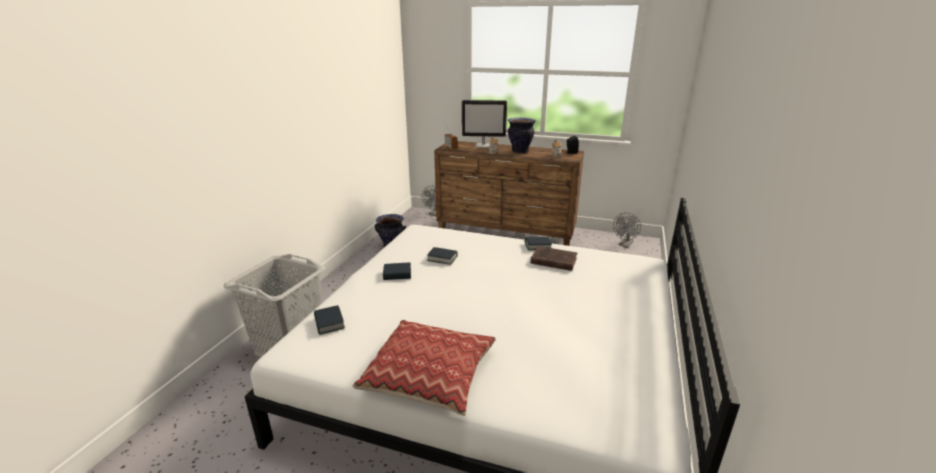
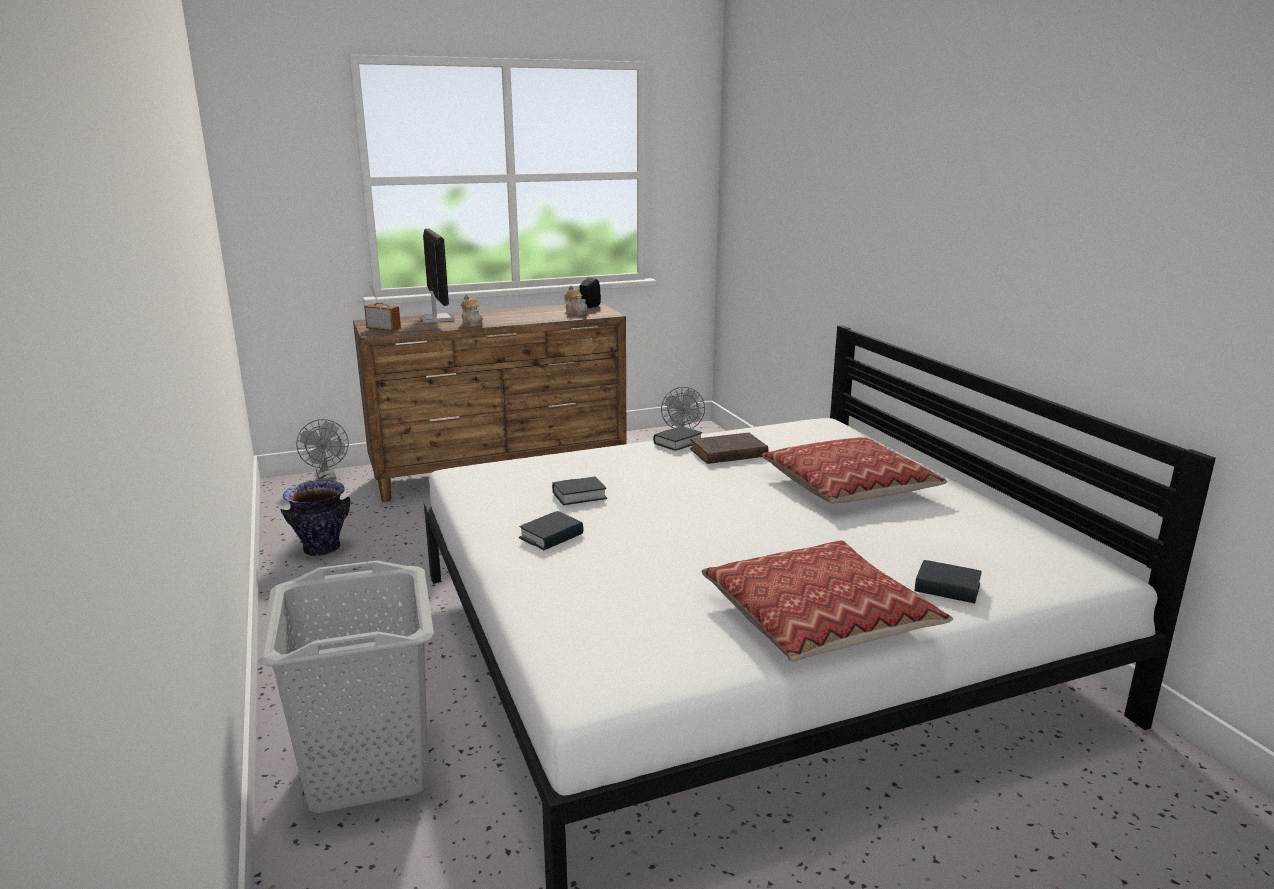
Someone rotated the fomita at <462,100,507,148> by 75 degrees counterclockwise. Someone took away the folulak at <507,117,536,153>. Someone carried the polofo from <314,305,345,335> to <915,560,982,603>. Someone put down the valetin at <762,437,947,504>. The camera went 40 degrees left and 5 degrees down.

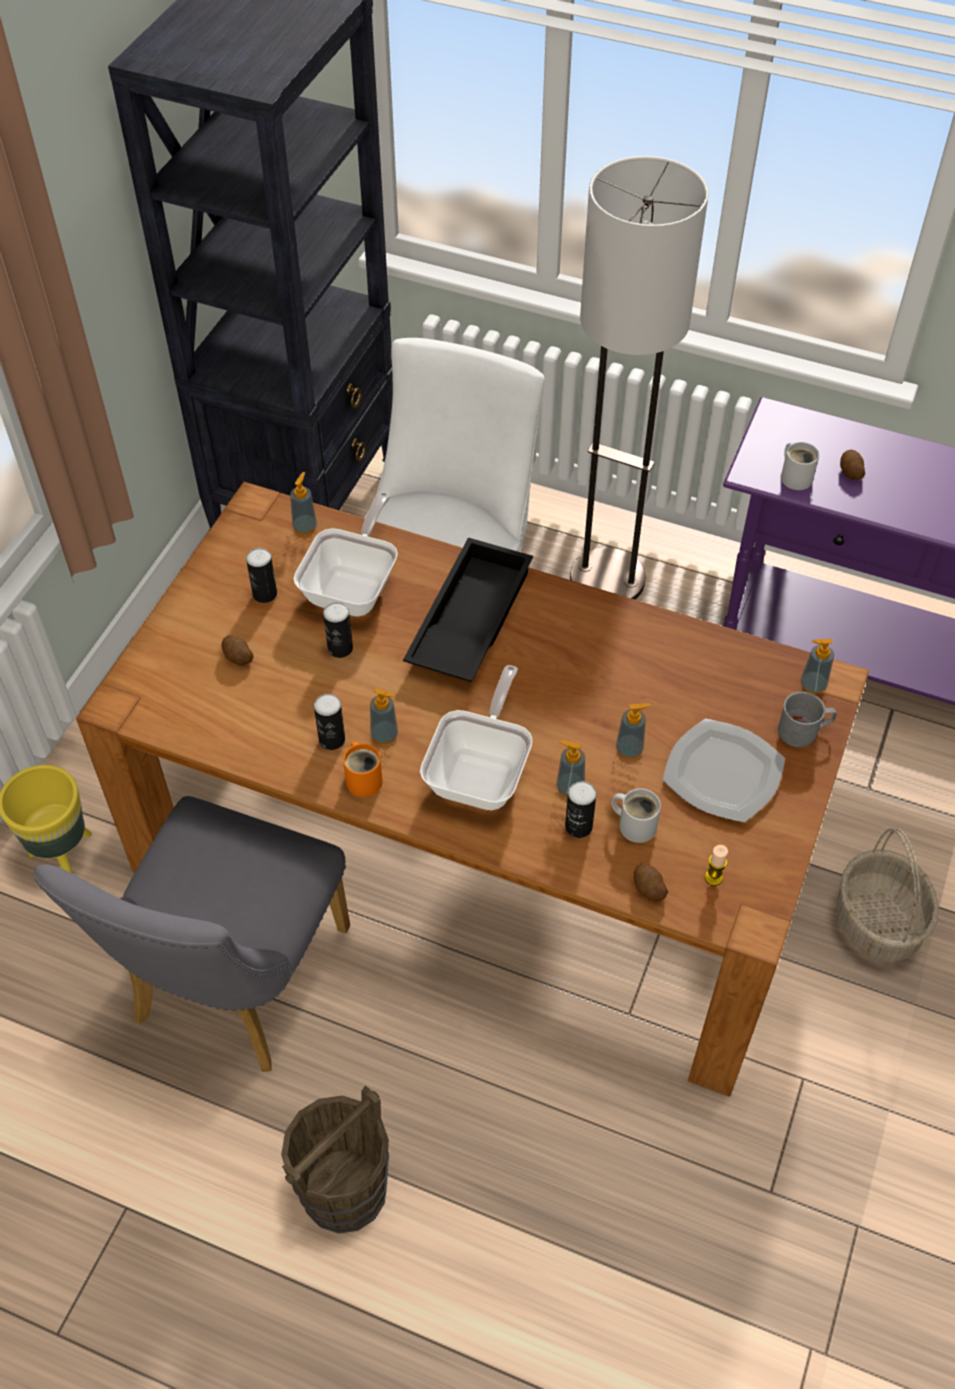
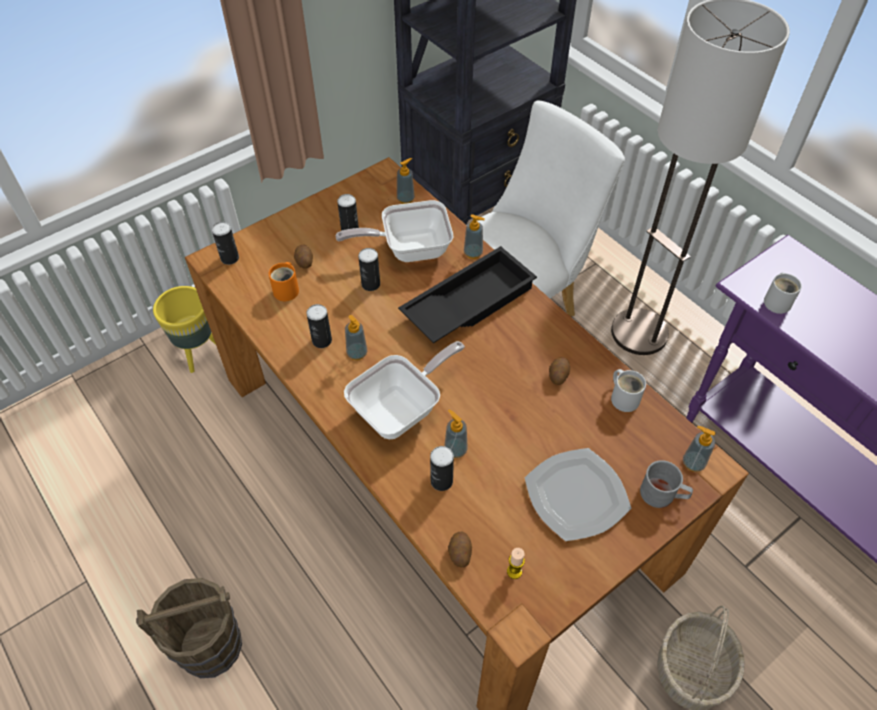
Someone carried the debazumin from <840,450,865,480> to <549,357,570,385>. Someone rotated the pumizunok at <293,492,398,617> by 150 degrees counterclockwise. Someone carried the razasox from <616,703,651,759> to <464,214,485,259>. Someone carried the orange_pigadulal from <343,741,383,797> to <269,262,299,301>. Someone carried the white_pigadulal from <611,788,661,843> to <611,369,646,412>. Someone took away the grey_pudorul at <34,796,350,1072>. Someone put down the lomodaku at <212,222,239,265>. The camera went 30 degrees right and 0 degrees up.

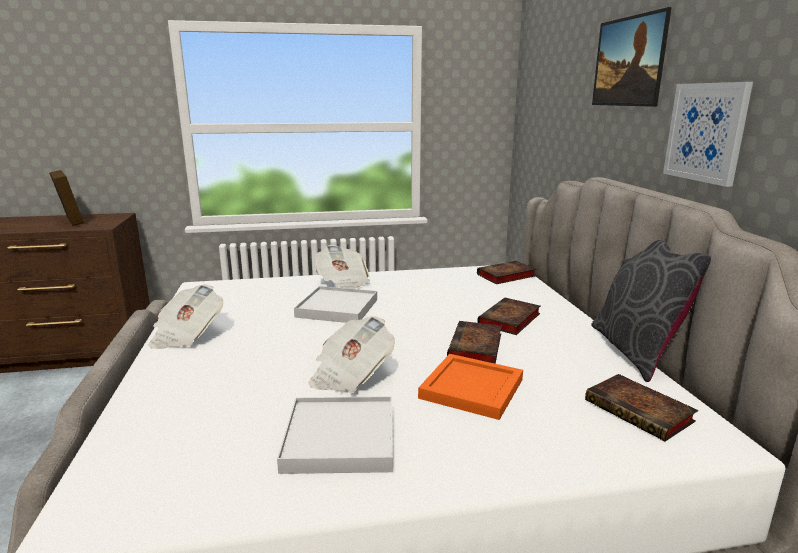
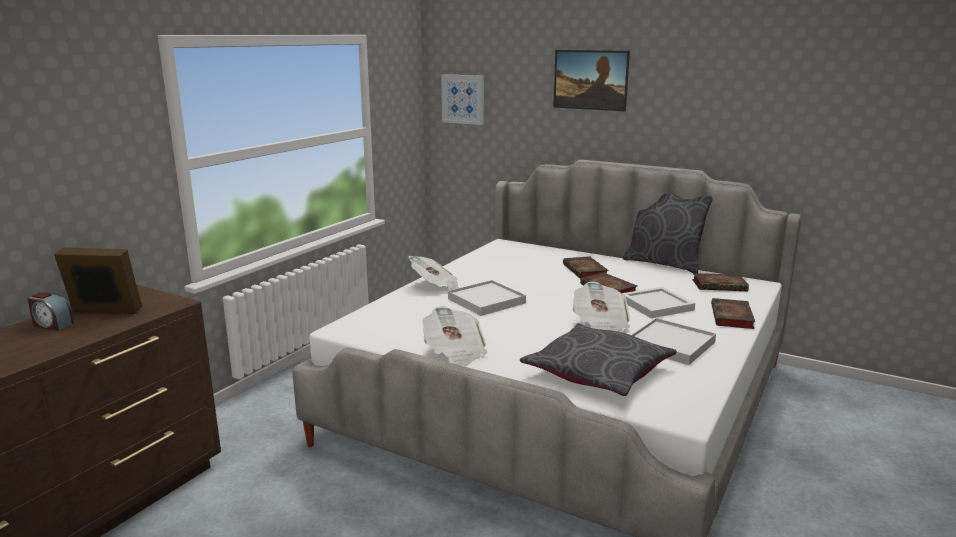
Someone carried the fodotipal from <663,82,753,187> to <441,74,484,125>. Someone carried the polofo from <477,261,537,284> to <711,298,755,329>. Someone repainted the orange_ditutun at <418,354,523,420>, which became the white_ditutun at <622,287,695,318>. Someone put down the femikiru at <27,292,73,331>. Someone put down the grey_valetin at <520,324,677,396>. The camera went 50 degrees left and 0 degrees up.

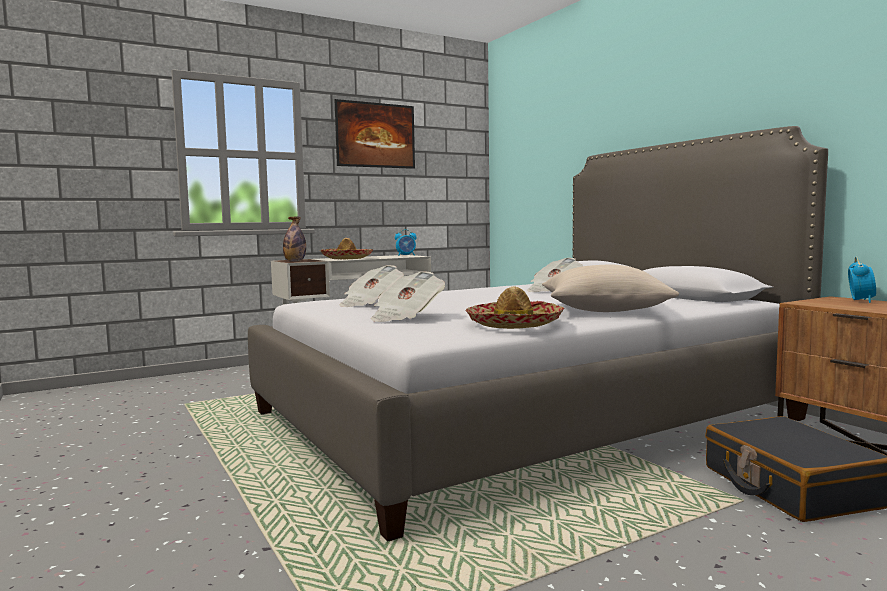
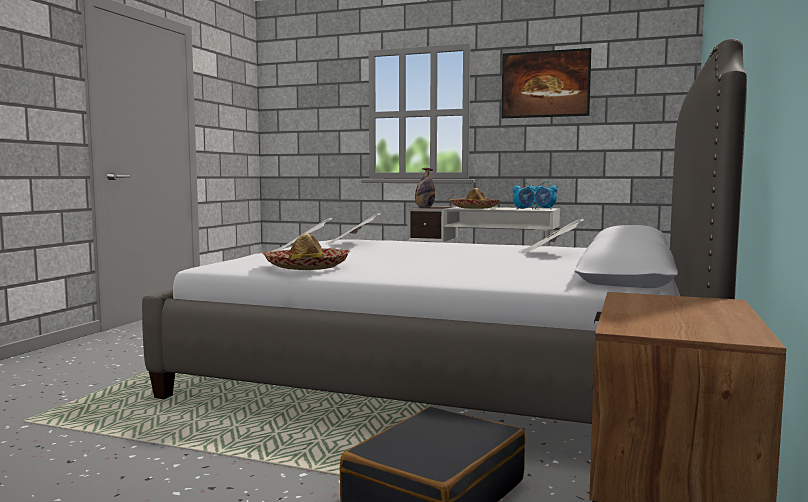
Someone carried the femikiru from <848,257,876,303> to <513,181,535,210>. Someone took away the beige_valetin at <542,265,679,312>. The camera went 50 degrees right and 0 degrees up.

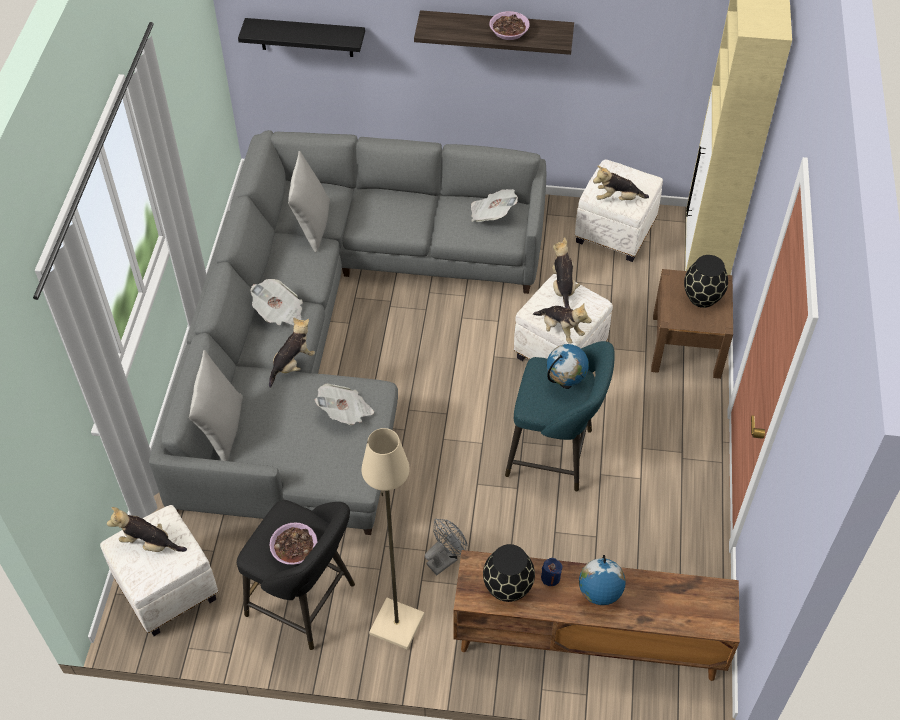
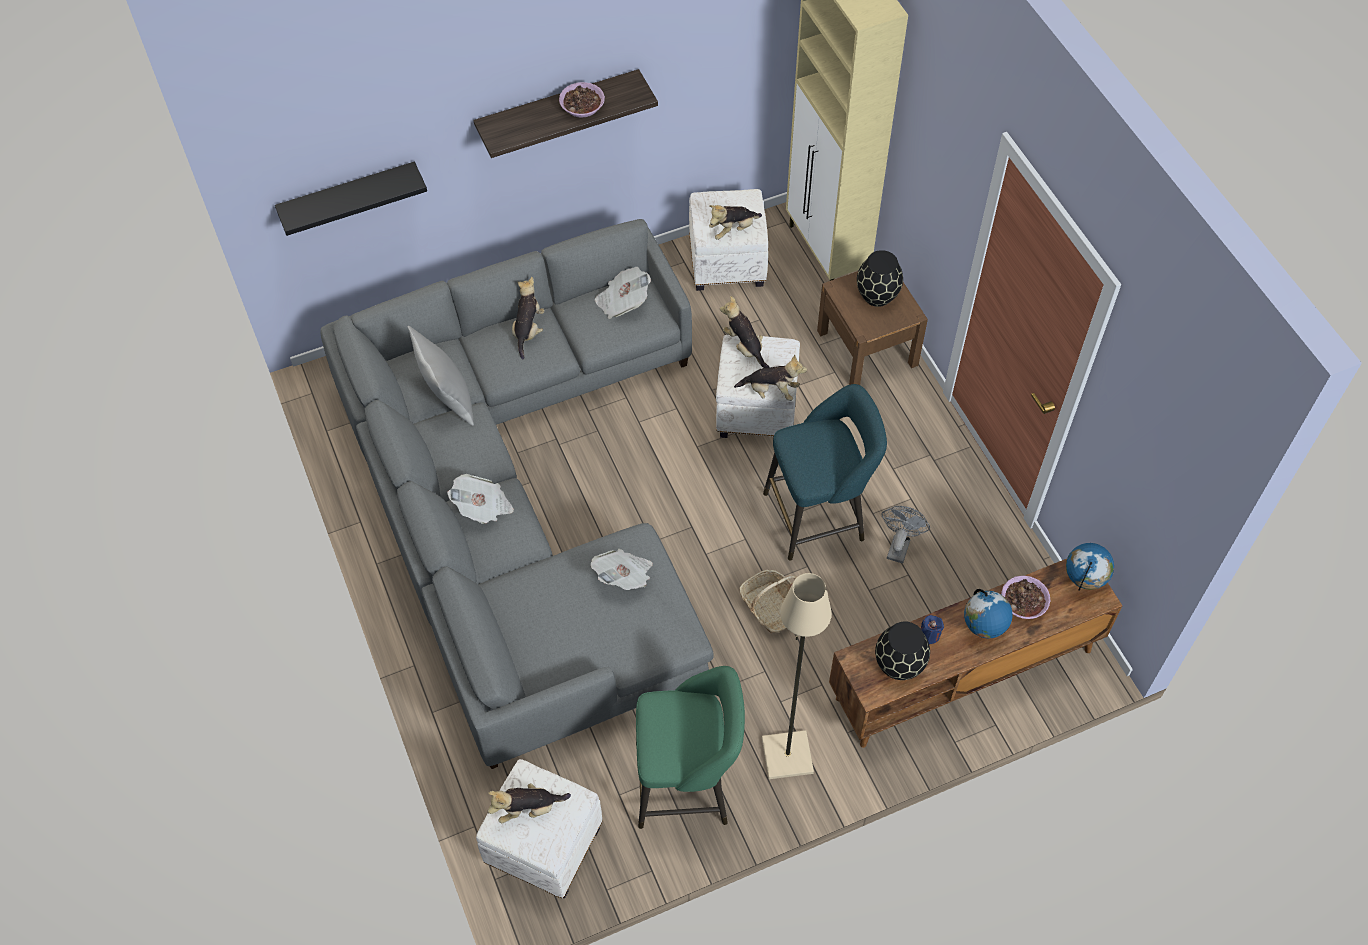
Someone carried the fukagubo from <269,317,315,388> to <512,277,545,359>. Someone carried the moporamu from <547,344,589,389> to <1066,543,1114,591>. Someone took away the grey_valetin at <189,350,243,461>. Someone repainted the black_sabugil at <237,500,355,650>, which became the green_sabugil at <636,666,745,829>. Someone carried the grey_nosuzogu from <425,519,468,575> to <881,506,930,563>. Someone carried the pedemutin from <269,523,317,565> to <1001,575,1050,619>. Someone put down the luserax at <739,570,797,633>. The camera went 30 degrees left and 5 degrees up.

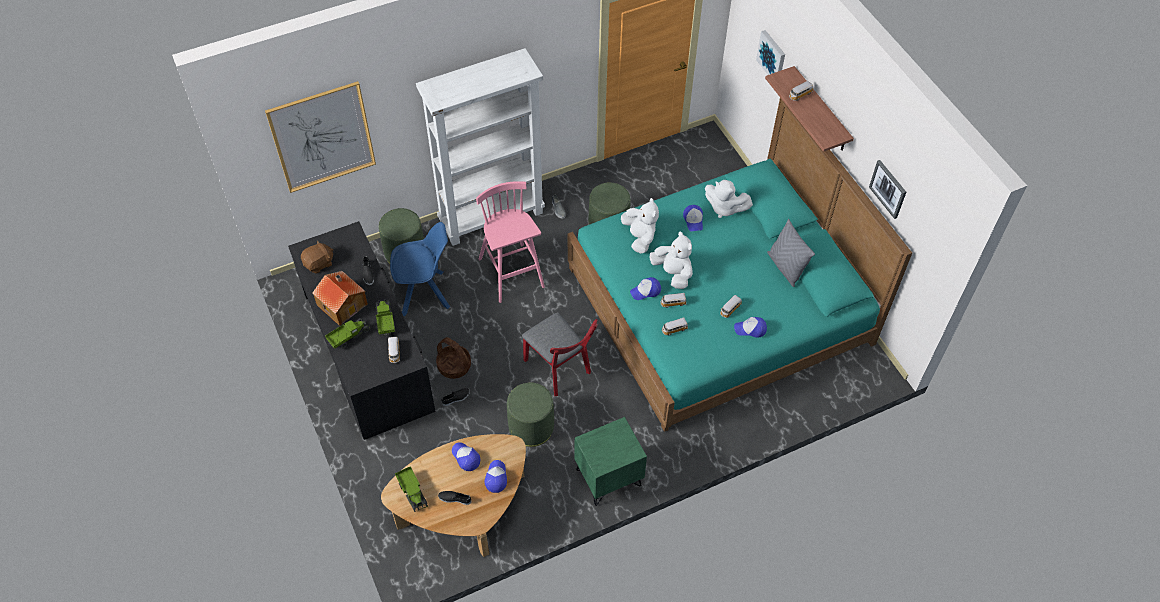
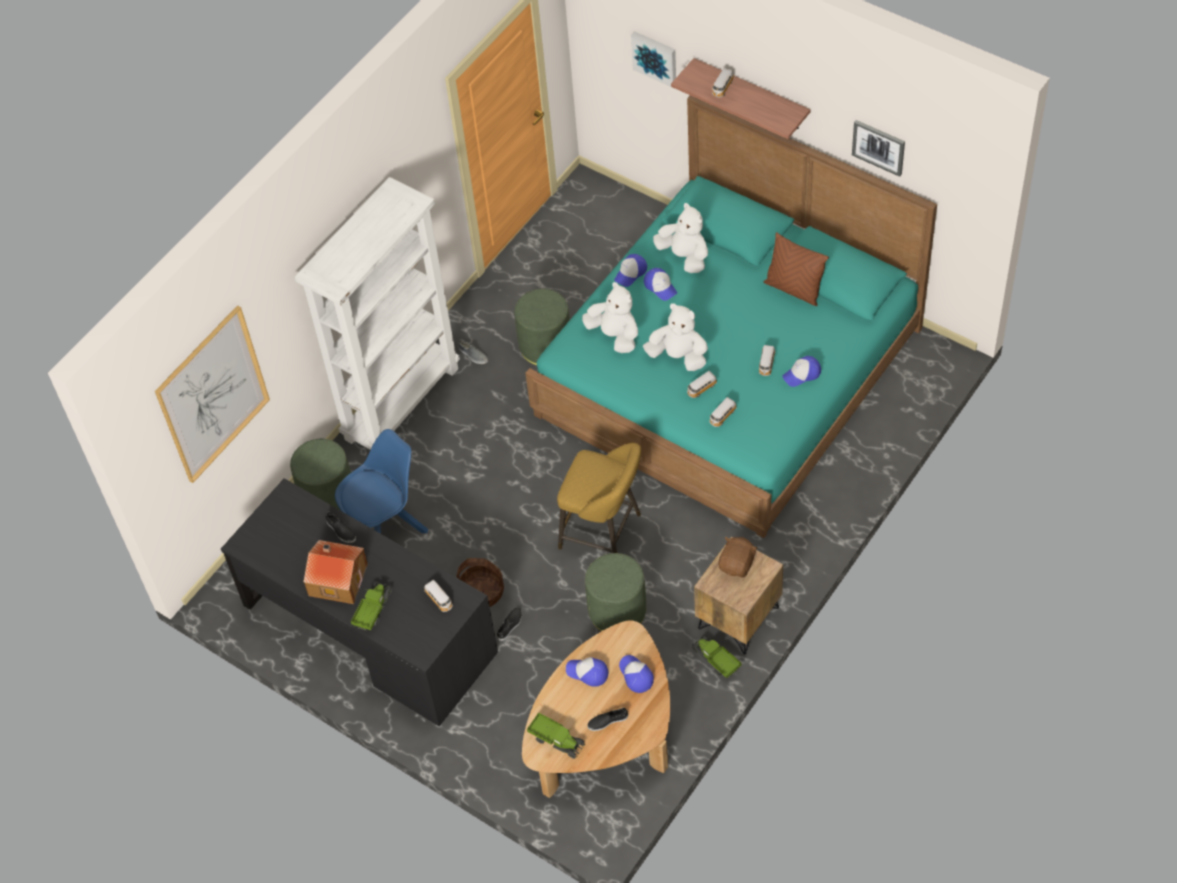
Someone rotated the white_fukagubo at <705,180,753,218> by 135 degrees counterclockwise. Someone took away the pink_sabugil at <476,181,545,303>. Someone repainted the grey_valetin at <767,219,815,287>, which became the brown_valetin at <764,232,829,306>. Someone carried the brown_fukagubo from <301,240,333,274> to <718,537,757,577>. Someone carried the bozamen from <630,277,661,300> to <614,254,647,287>. Someone carried the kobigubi from <375,299,395,336> to <691,635,741,679>. Someone swapped the red_pudorul at <522,312,598,396> for the yellow_sabugil at <557,443,641,553>. Someone repainted the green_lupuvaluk at <575,417,647,506>, which became the brown_lupuvaluk at <694,537,783,654>. The camera went 25 degrees left and 0 degrees up.

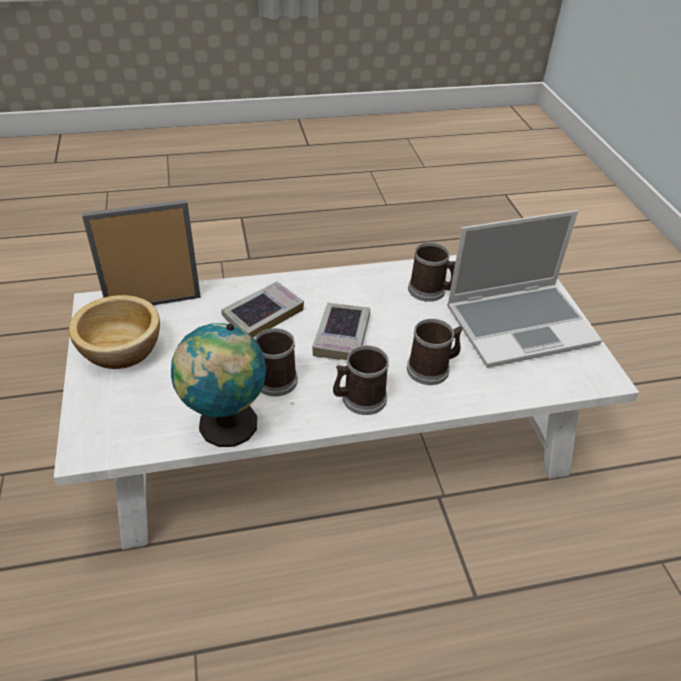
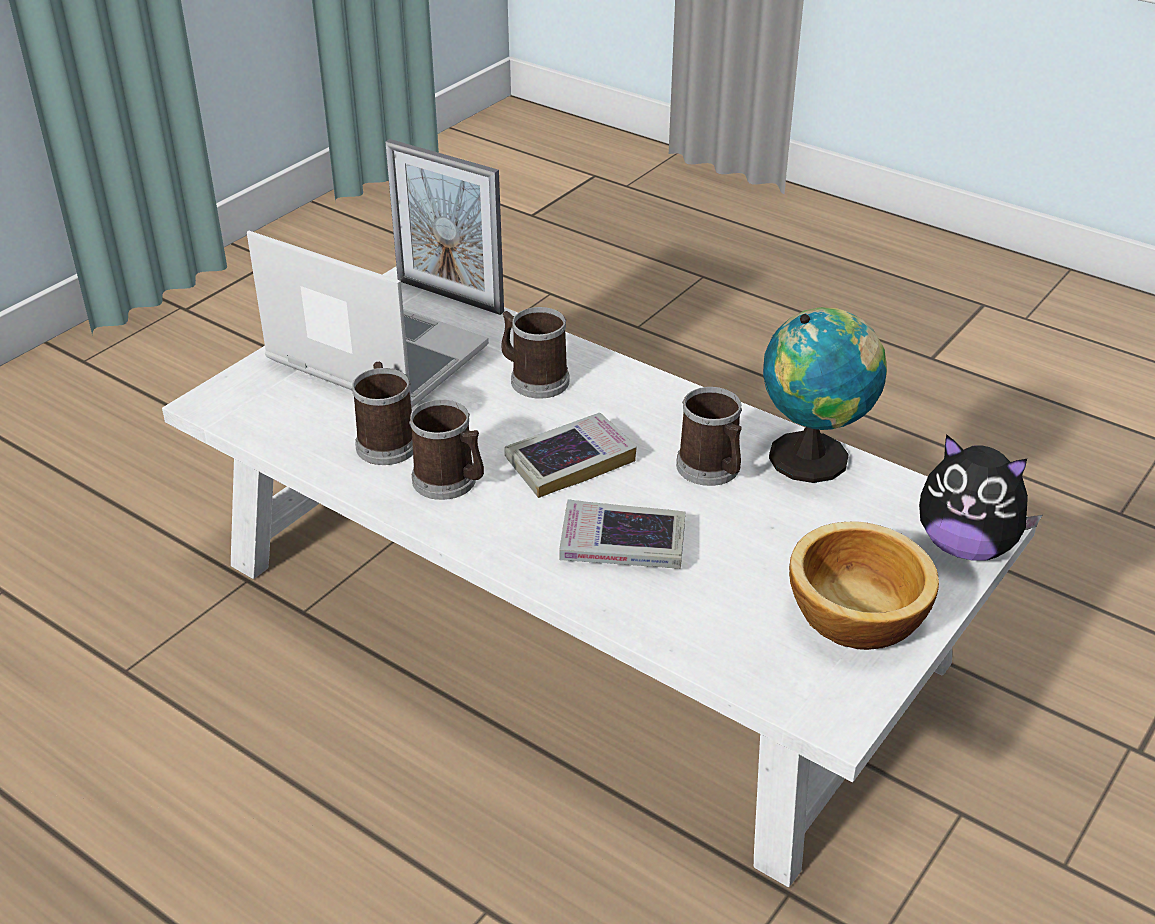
Someone carried the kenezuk from <82,200,201,305> to <385,139,504,315>. Someone carried the pigadulal from <333,346,389,415> to <409,399,484,500>. Someone put down the fukagubo at <919,434,1042,561>. The camera went 130 degrees left and 5 degrees down.

